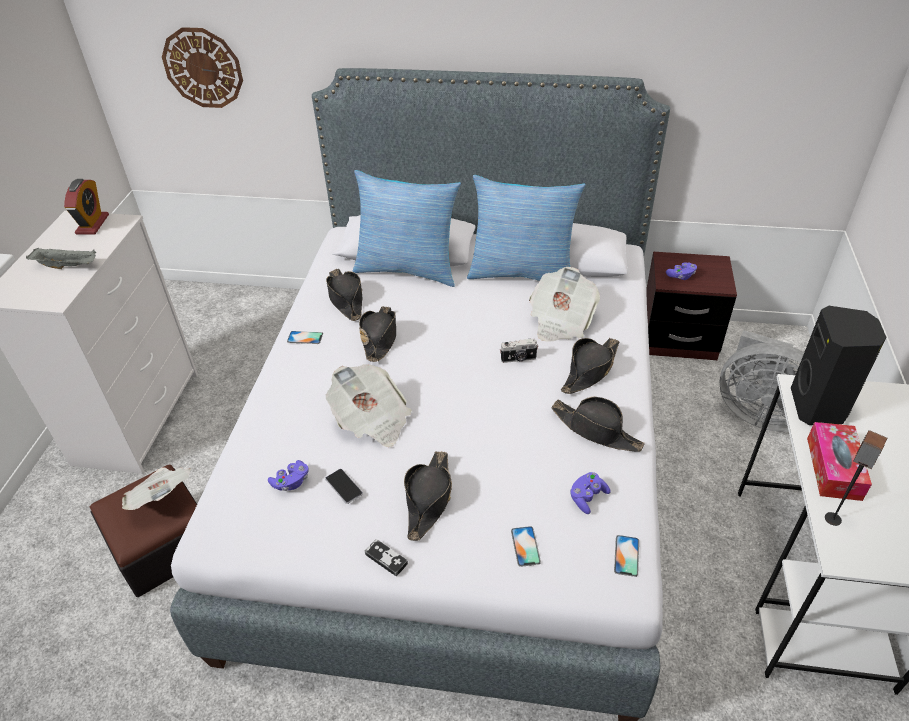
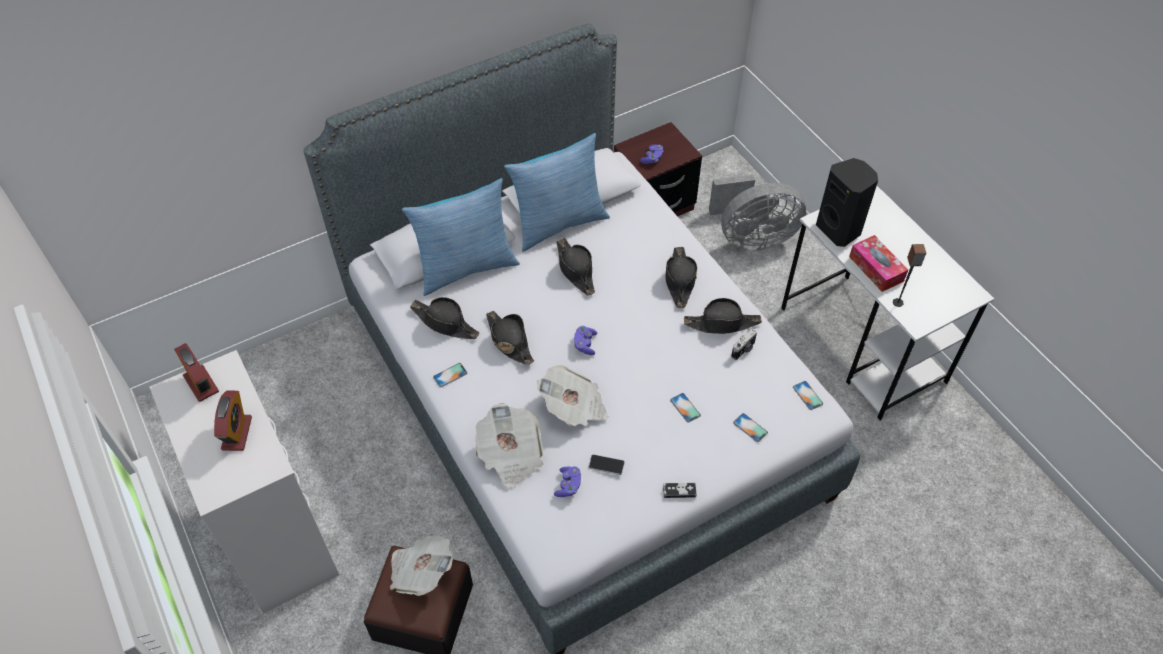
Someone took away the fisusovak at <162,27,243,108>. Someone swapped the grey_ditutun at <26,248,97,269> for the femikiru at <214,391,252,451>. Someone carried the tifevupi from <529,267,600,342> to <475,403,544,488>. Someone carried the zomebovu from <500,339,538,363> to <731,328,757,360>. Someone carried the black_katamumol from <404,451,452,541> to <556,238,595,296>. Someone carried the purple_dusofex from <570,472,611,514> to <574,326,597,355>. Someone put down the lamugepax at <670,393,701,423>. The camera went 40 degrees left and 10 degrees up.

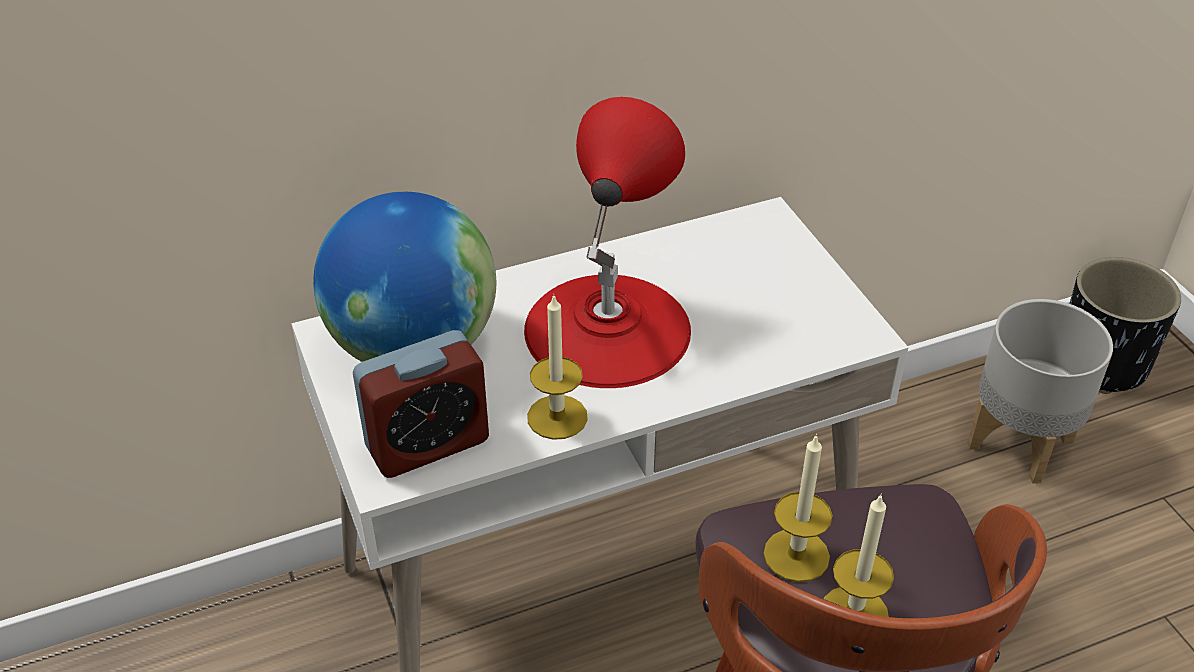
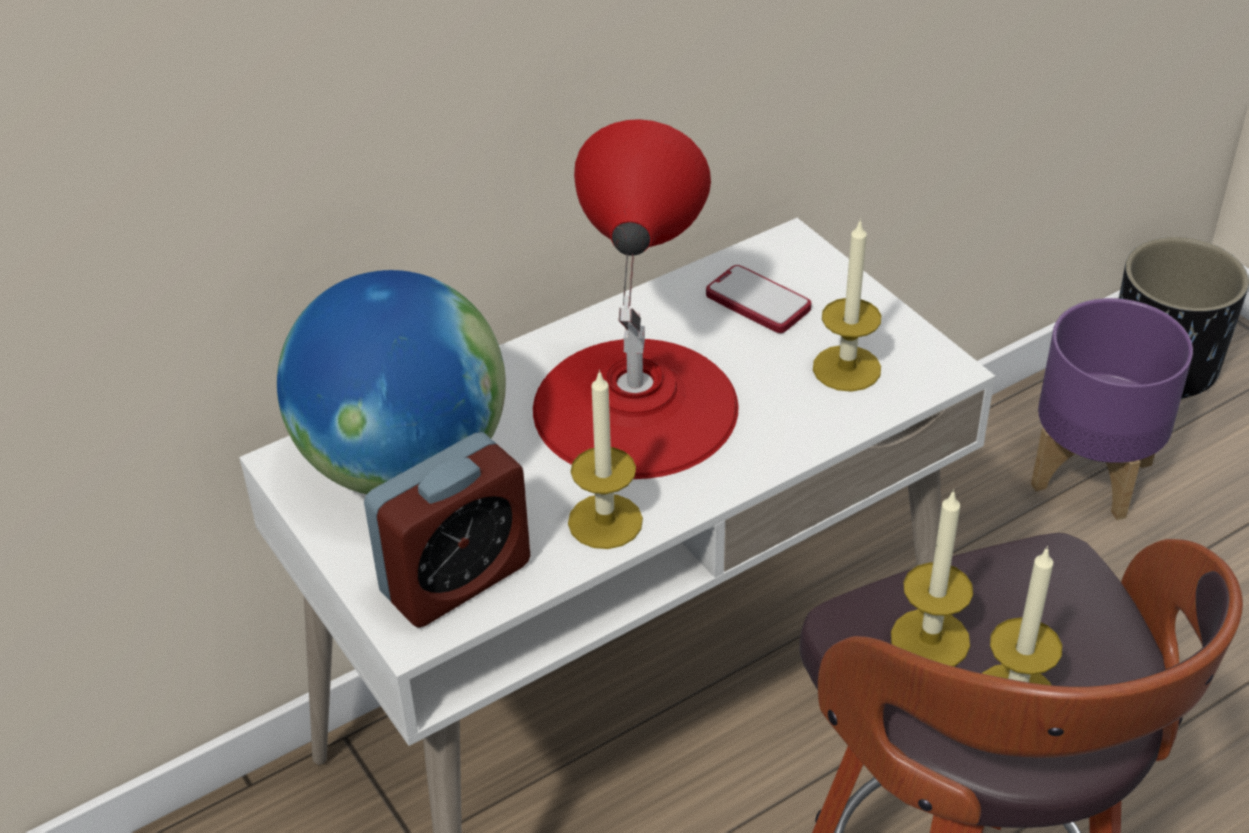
Someone repainted the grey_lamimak at <967,299,1113,484>, which became the purple_lamimak at <1031,298,1193,520>. Someone put down the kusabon at <813,219,881,392>. Someone put down the lamugepax at <706,265,811,333>. The camera went 10 degrees left and 0 degrees up.

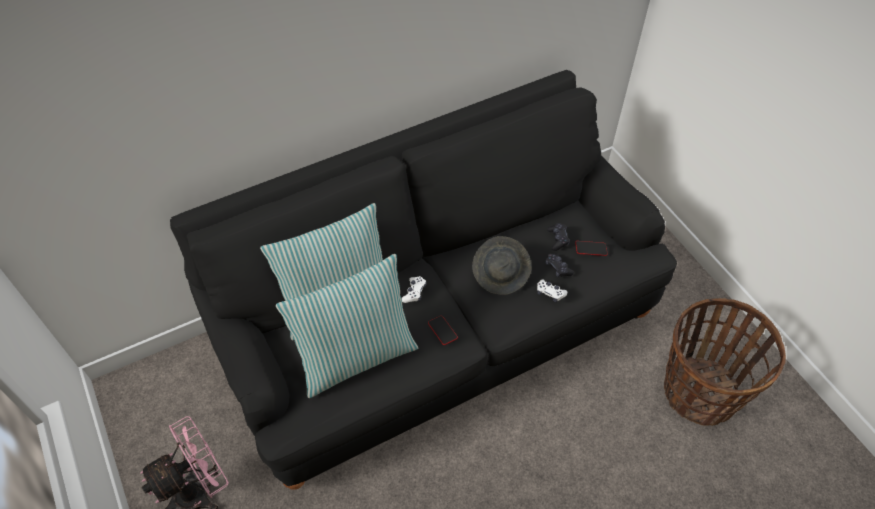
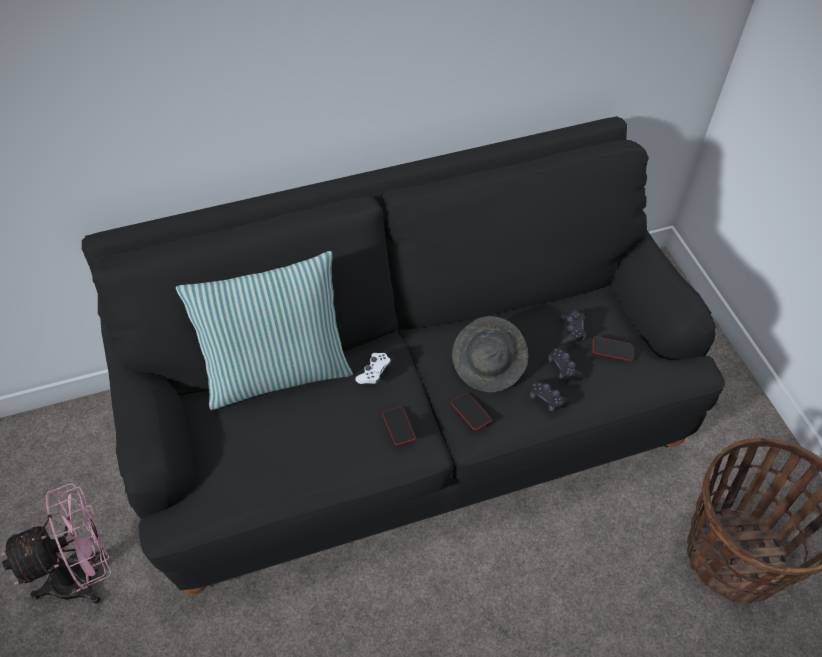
Someone took away the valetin at <276,254,419,398>. Someone repainted the white_dusofex at <537,279,567,302>, which became the black_dusofex at <530,380,570,412>. Someone put down the lamugepax at <451,393,491,430>. The camera went 10 degrees right and 0 degrees up.

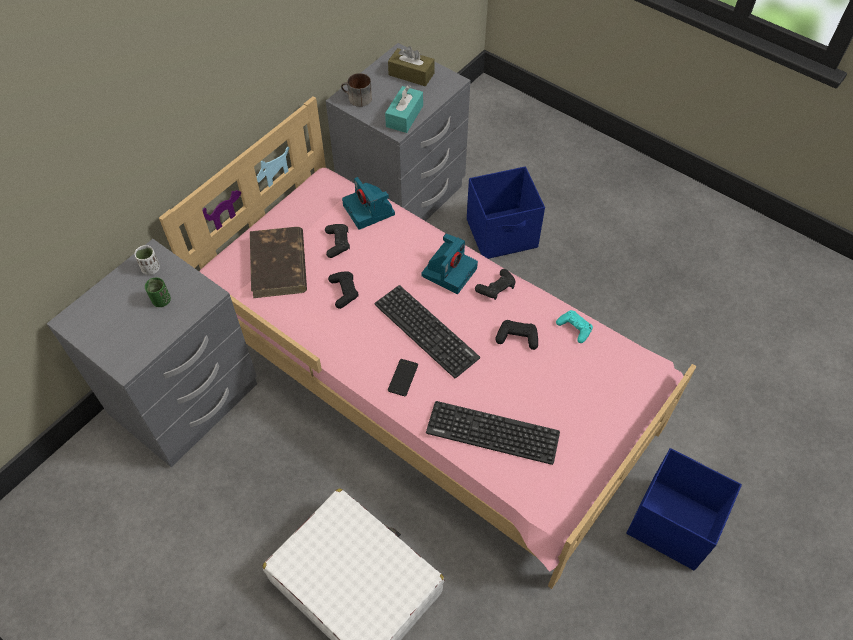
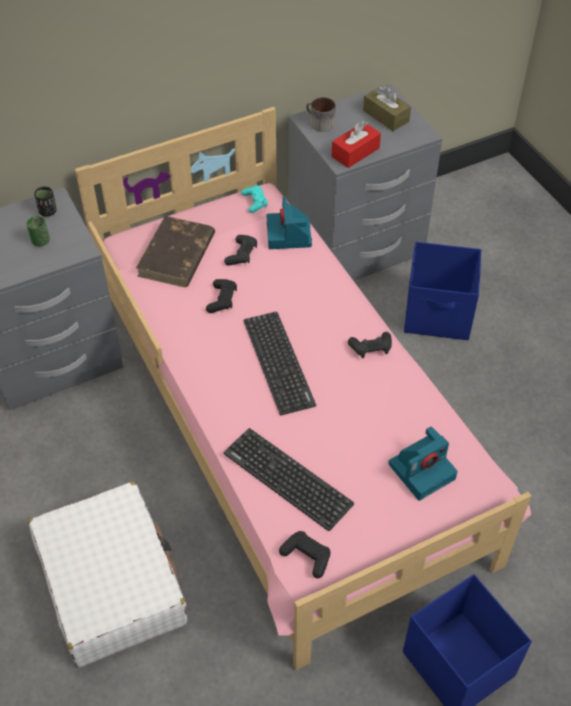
Someone repainted the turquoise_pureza at <385,85,423,133>, which became the red_pureza at <331,121,381,168>. Someone carried the zomebovu from <421,233,478,294> to <388,426,458,501>. Someone repainted the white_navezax at <135,245,160,275>, which became the black_navezax at <34,187,56,217>. Someone carried the turquoise_dusofex from <556,310,593,343> to <241,185,268,213>. Someone carried the black_dusofex from <495,320,538,350> to <279,531,330,578>. Someone took away the lamugepax at <388,359,418,396>. The camera went 25 degrees right and 5 degrees down.

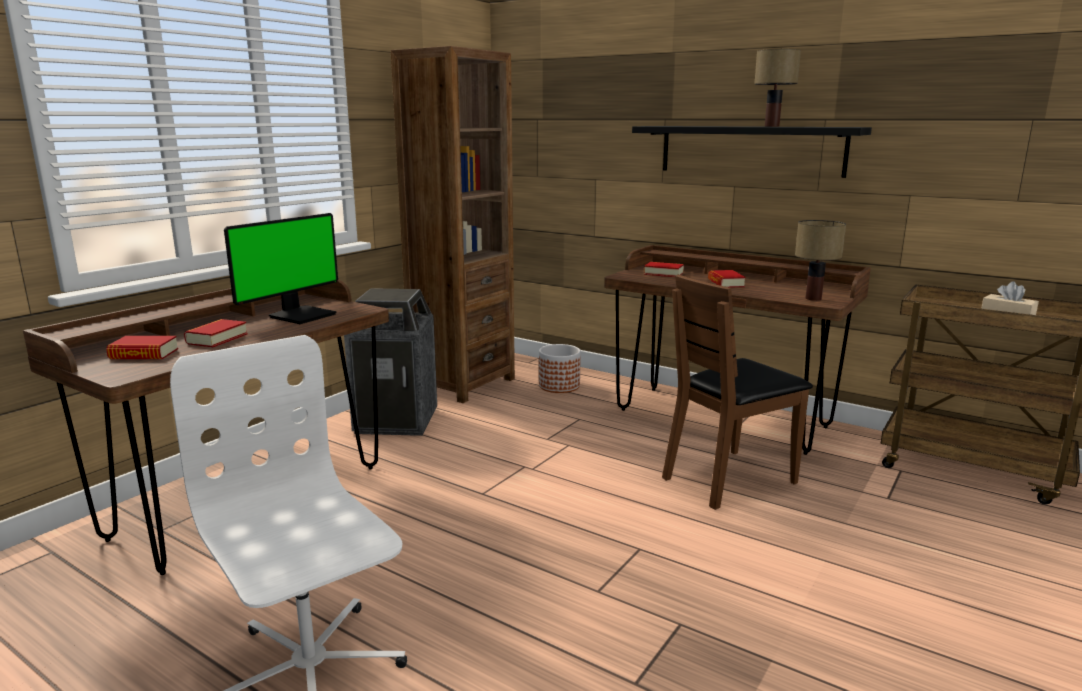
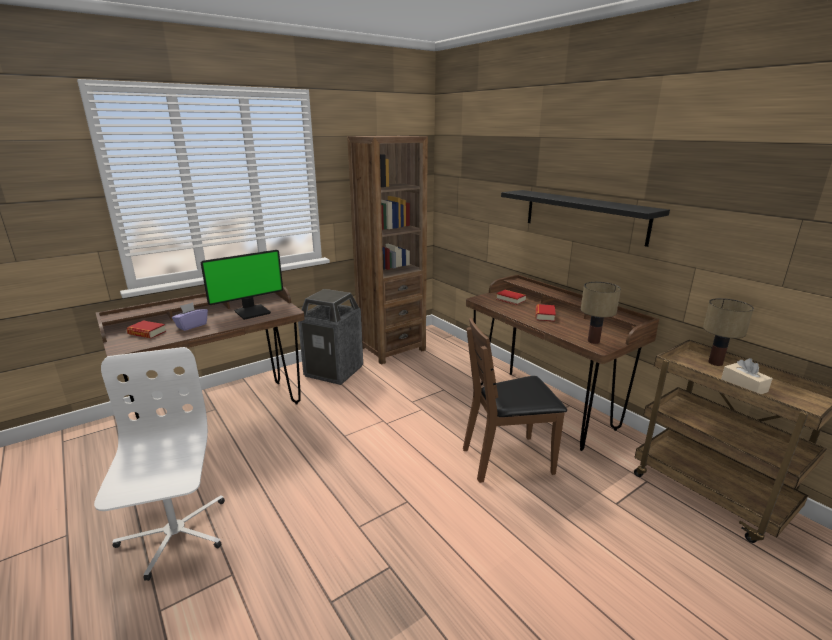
Someone carried the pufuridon from <754,49,801,127> to <703,298,754,366>. Someone swapped the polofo at <184,319,248,347> for the purple_pureza at <172,302,208,331>. Someone took away the lamimak at <539,344,581,393>. The camera went 20 degrees right and 5 degrees up.

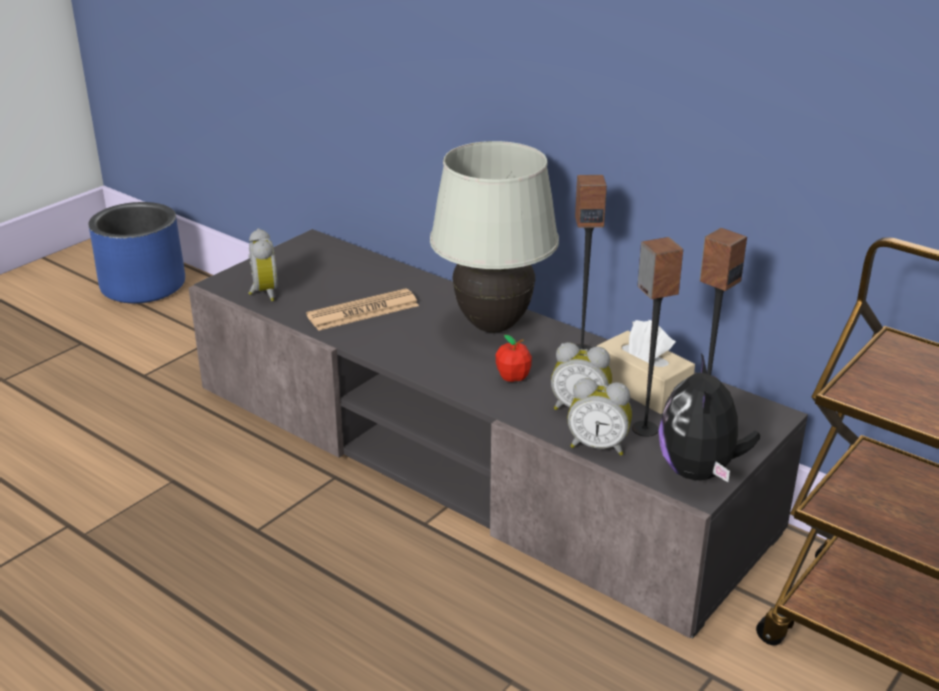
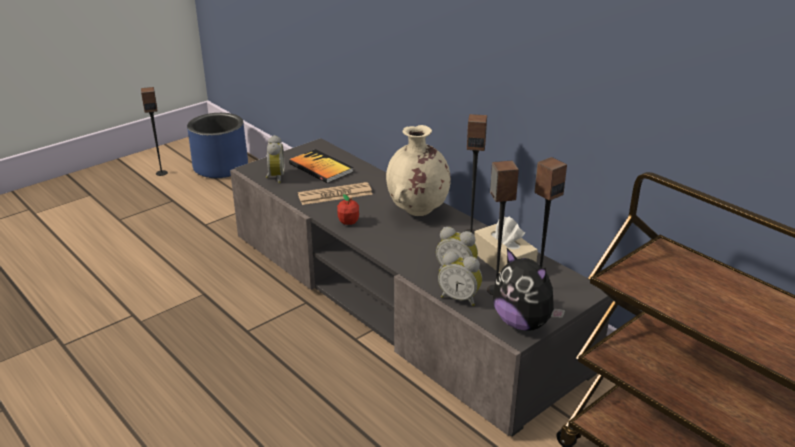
Someone swapped the white_pufuridon at <430,141,559,332> for the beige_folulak at <386,125,451,216>. Someone carried the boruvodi from <496,335,532,382> to <337,194,359,225>. Someone rotated the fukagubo at <658,353,760,482> by 60 degrees counterclockwise. Someone put down the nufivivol at <141,87,168,176>. Someone put down the polofo at <289,149,353,183>. The camera went 10 degrees right and 0 degrees up.

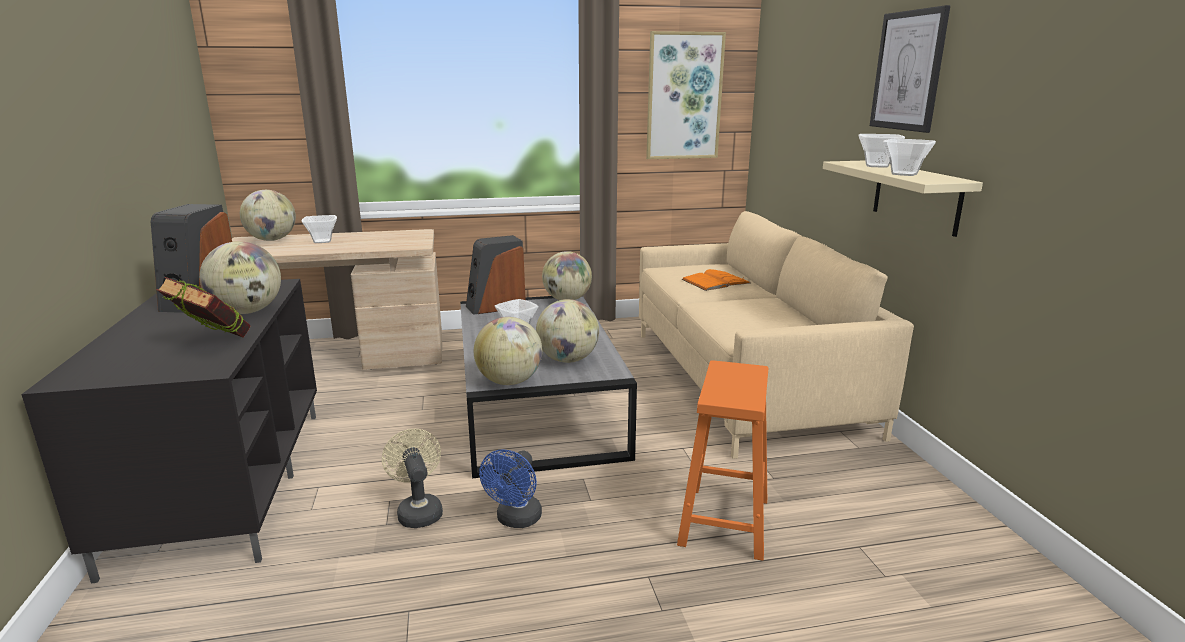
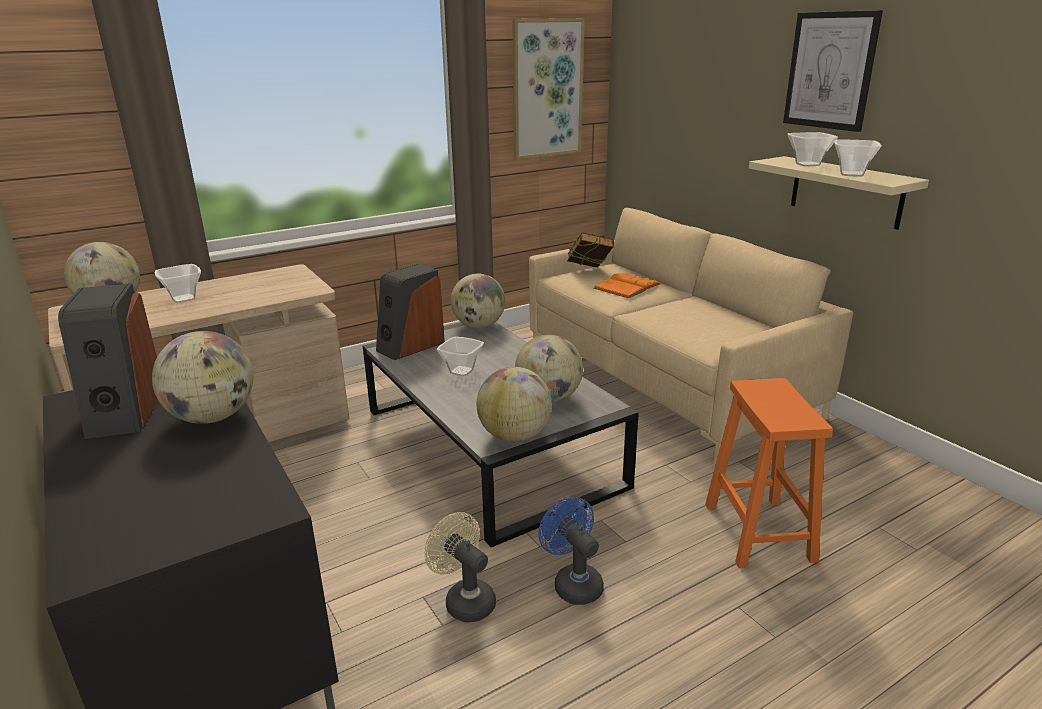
Someone carried the polofo from <156,277,251,338> to <567,232,614,268>. Someone rotated the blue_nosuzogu at <479,449,542,528> by 150 degrees clockwise. The camera went 20 degrees left and 5 degrees up.

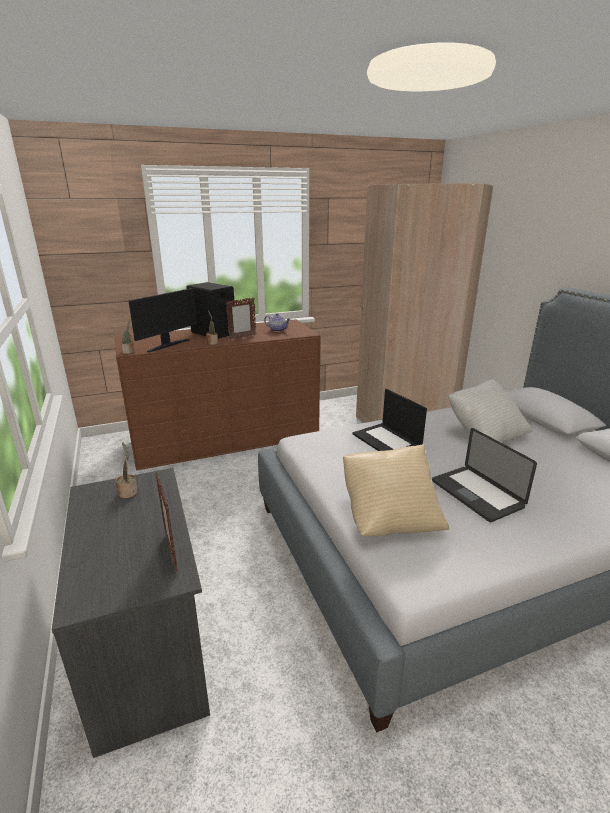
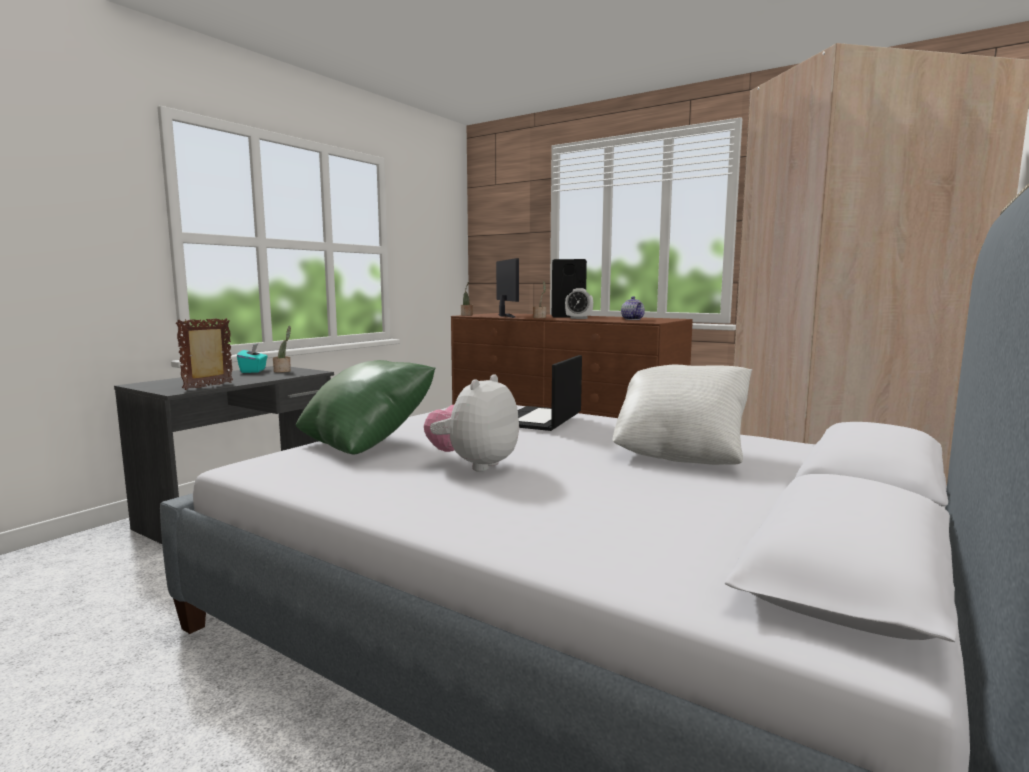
Someone rotated the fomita at <129,288,197,352> by 105 degrees counterclockwise. Someone swapped the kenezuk at <226,297,256,340> for the femikiru at <565,288,593,319>. Someone swapped the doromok at <432,428,537,522> for the fukagubo at <424,374,519,472>. Someone repainted the beige_valetin at <343,444,449,536>, which became the green_valetin at <296,360,436,455>. Someone put down the turquoise_pureza at <237,344,268,373>. The camera went 55 degrees right and 15 degrees down.

